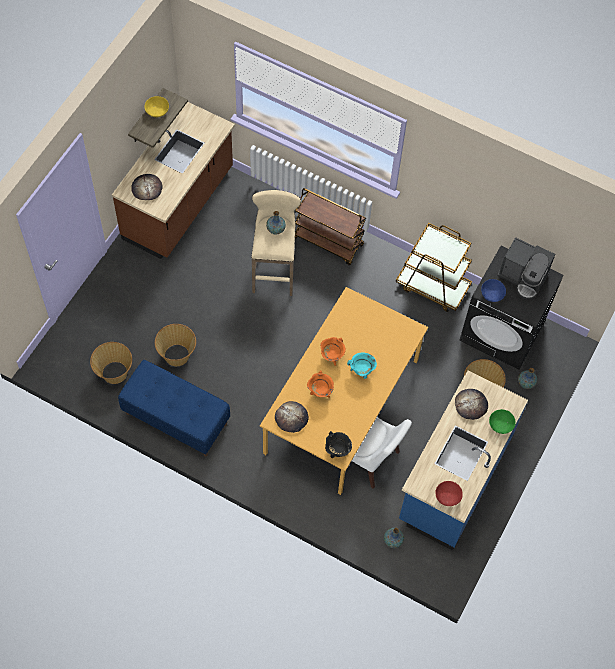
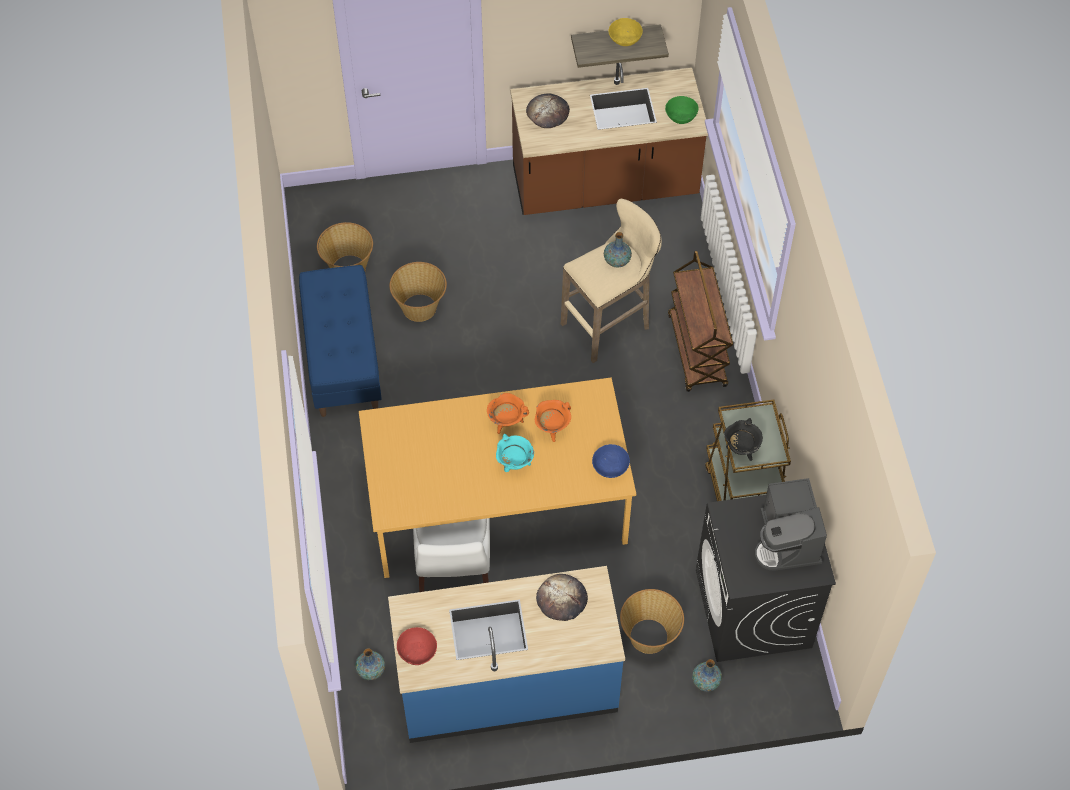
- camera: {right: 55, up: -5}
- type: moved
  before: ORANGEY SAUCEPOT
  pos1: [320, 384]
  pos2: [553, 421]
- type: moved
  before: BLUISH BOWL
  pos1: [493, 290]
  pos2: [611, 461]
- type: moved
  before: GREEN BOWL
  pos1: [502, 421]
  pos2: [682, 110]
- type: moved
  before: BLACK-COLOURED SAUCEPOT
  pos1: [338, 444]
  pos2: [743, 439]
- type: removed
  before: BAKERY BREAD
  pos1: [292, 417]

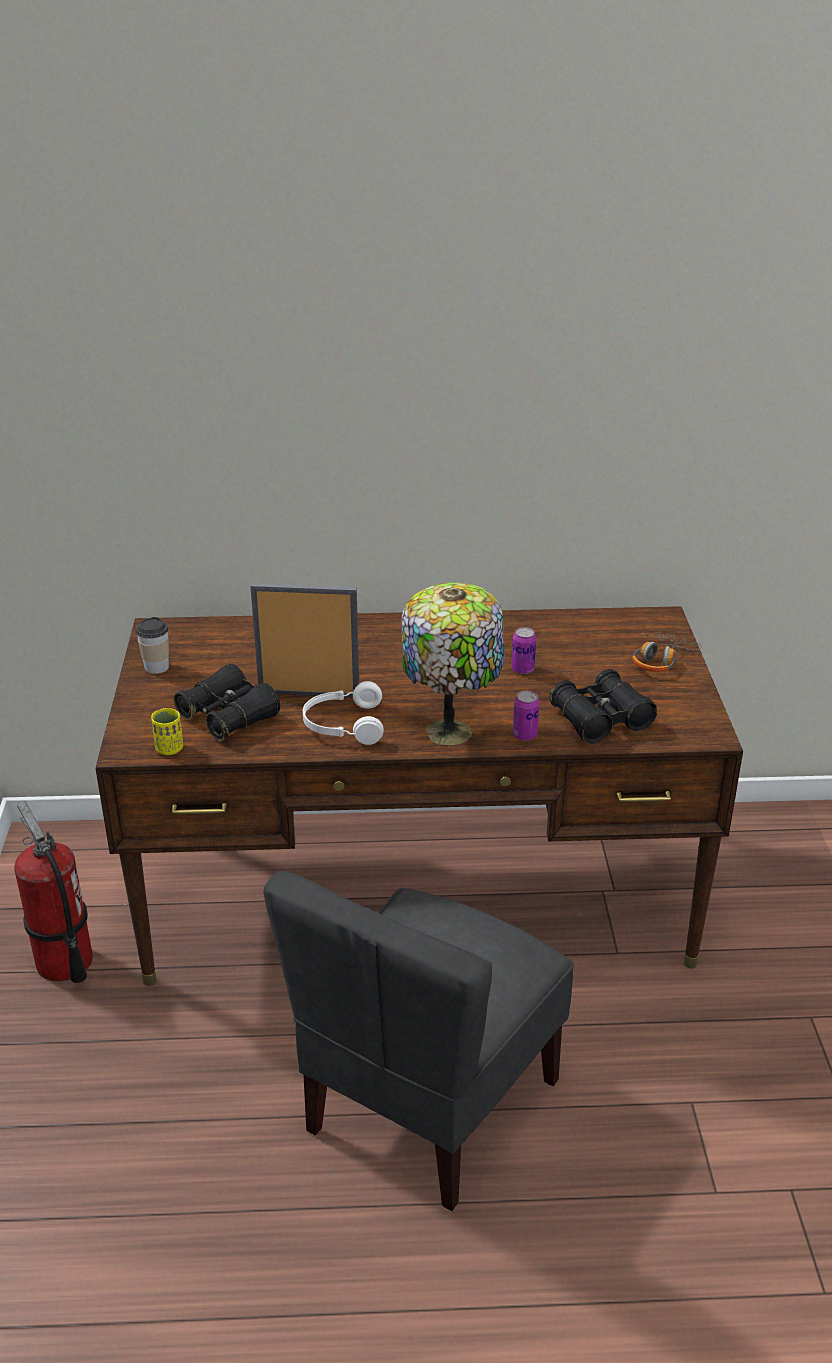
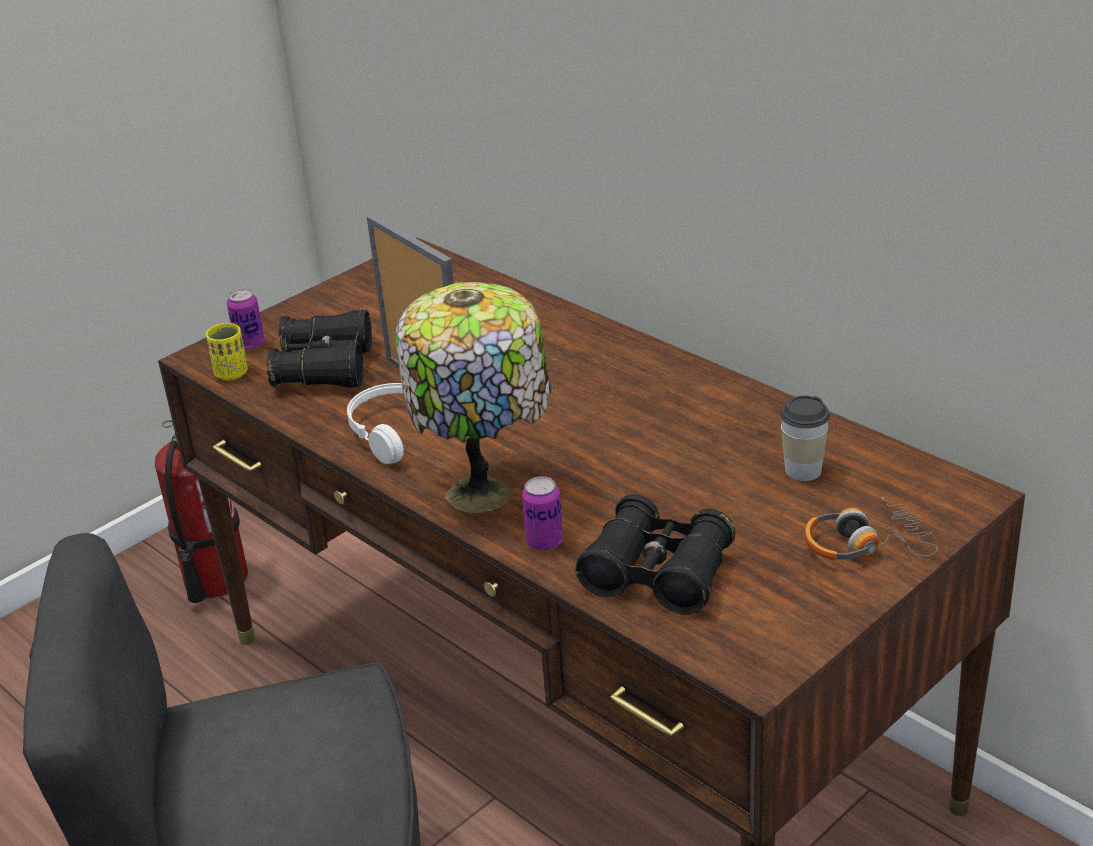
- camera: {right: 50, up: 0}
- type: moved
  before: METAL CAN
  pos1: [523, 650]
  pos2: [246, 319]
- type: moved
  before: DRINKING CUP
  pos1: [152, 645]
  pos2: [805, 438]

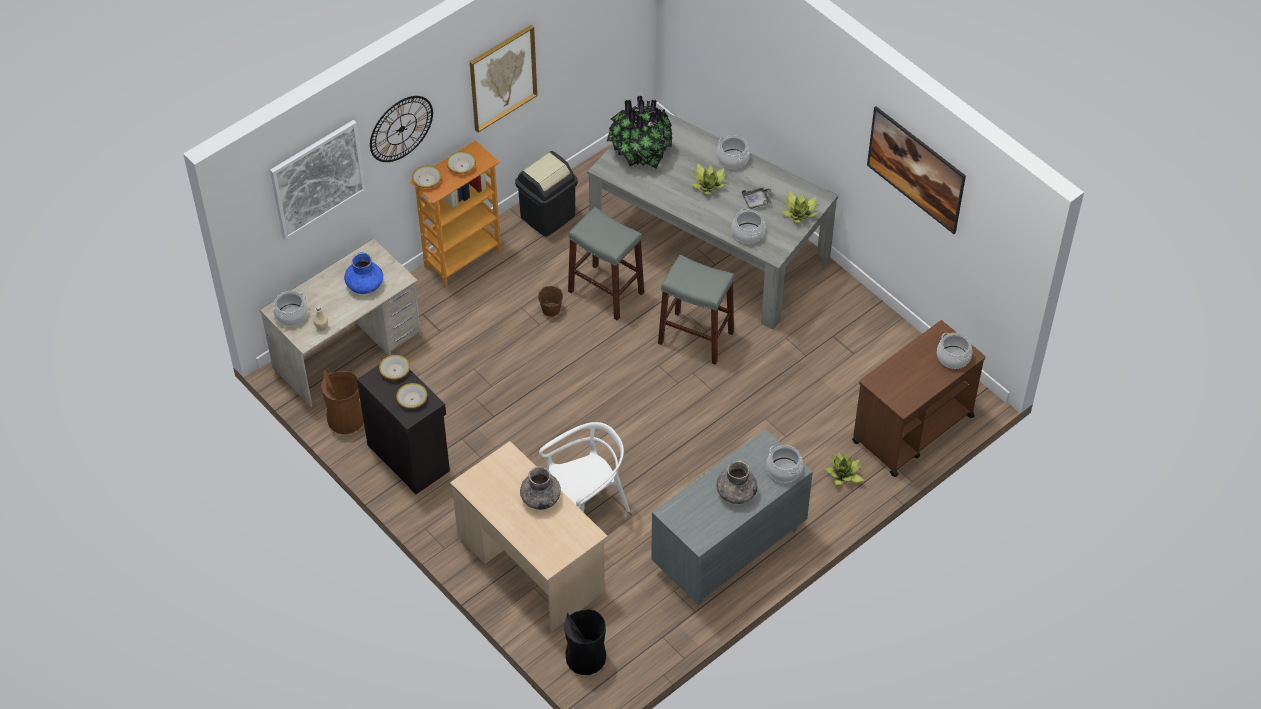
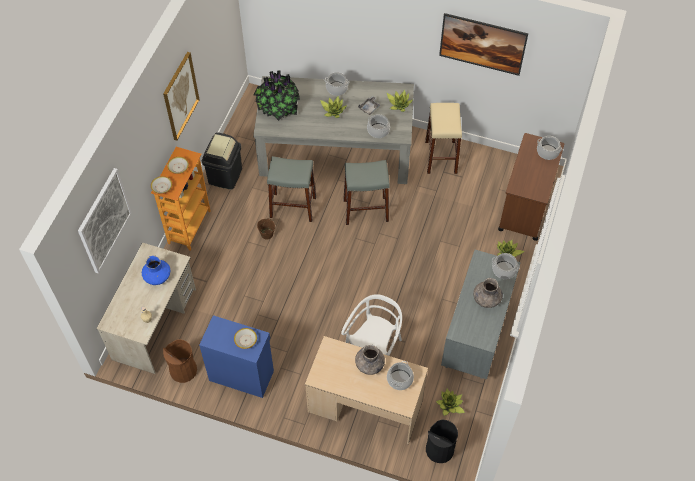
- camera: {right: -30, up: 5}
- type: recoloured
  before: BLACK-COLOURED STORAGE CABINET
  after: BLUISH STORAGE CABINET
  pos1: [403, 424]
  pos2: [236, 356]
- type: moved
  before: SAUCEPOT
  pos1: [290, 308]
  pos2: [400, 375]
- type: added
  after: SAND-COLOURED SITTING STOOL
  pos2: [443, 138]
- type: added
  after: PLANT IN A POT
  pos2: [450, 402]
- type: removed
  before: WALL CLOCK
  pos1: [401, 129]
- type: removed
  before: BOWL
  pos1: [394, 367]

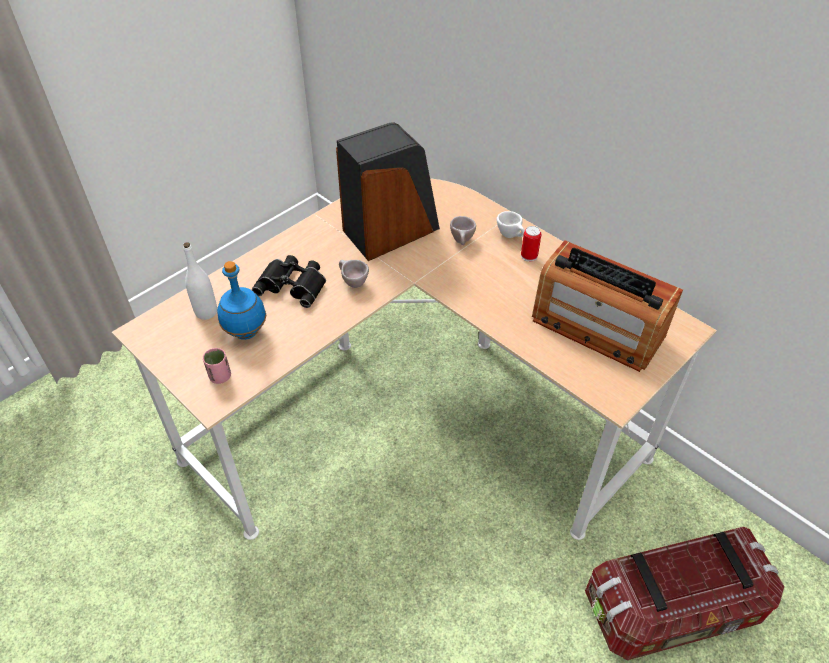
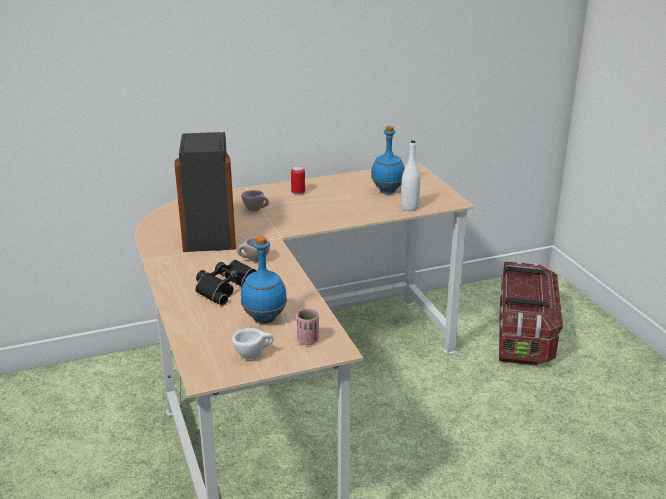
- camera: {right: -65, up: -20}
- type: moved
  before: WHITE DRINKING CUP
  pos1: [511, 224]
  pos2: [253, 343]
- type: replaced
  before: RADIO
  after: BLUISH BEVERAGE BOTTLE
  pos1: [607, 306]
  pos2: [388, 160]
- type: moved
  before: WHITE BEVERAGE BOTTLE
  pos1: [200, 281]
  pos2: [411, 175]

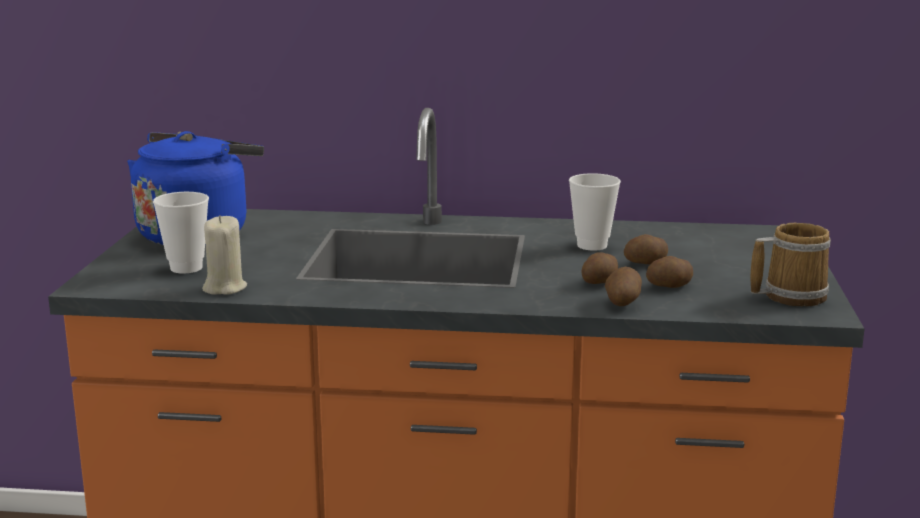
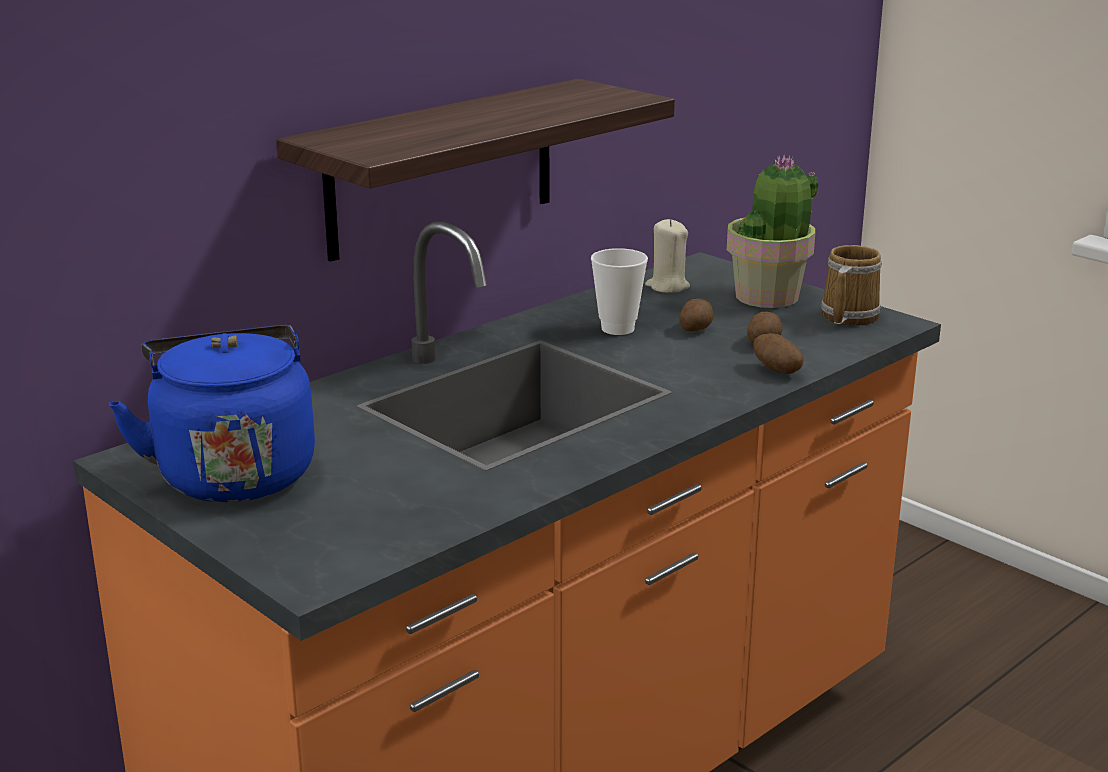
- camera: {right: -50, up: 5}
- type: added
  after: BRACKET SHELF
  pos2: [475, 170]
- type: moved
  before: SAND-COLOURED WAX CANDLE
  pos1: [224, 255]
  pos2: [667, 256]
- type: added
  after: PLANT IN A POT
  pos2: [772, 231]
- type: removed
  before: DRINKING CUP
  pos1: [181, 233]
- type: removed
  before: SPUD
  pos1: [600, 268]

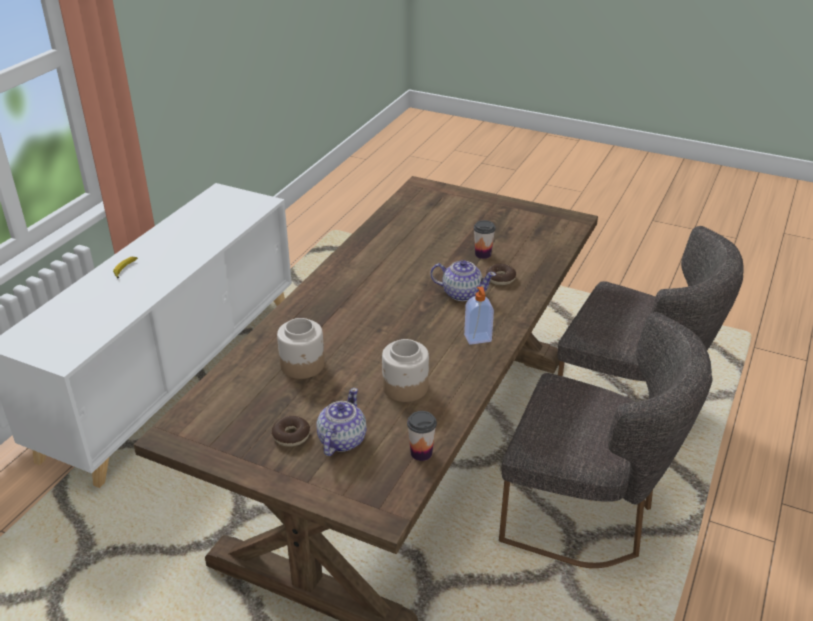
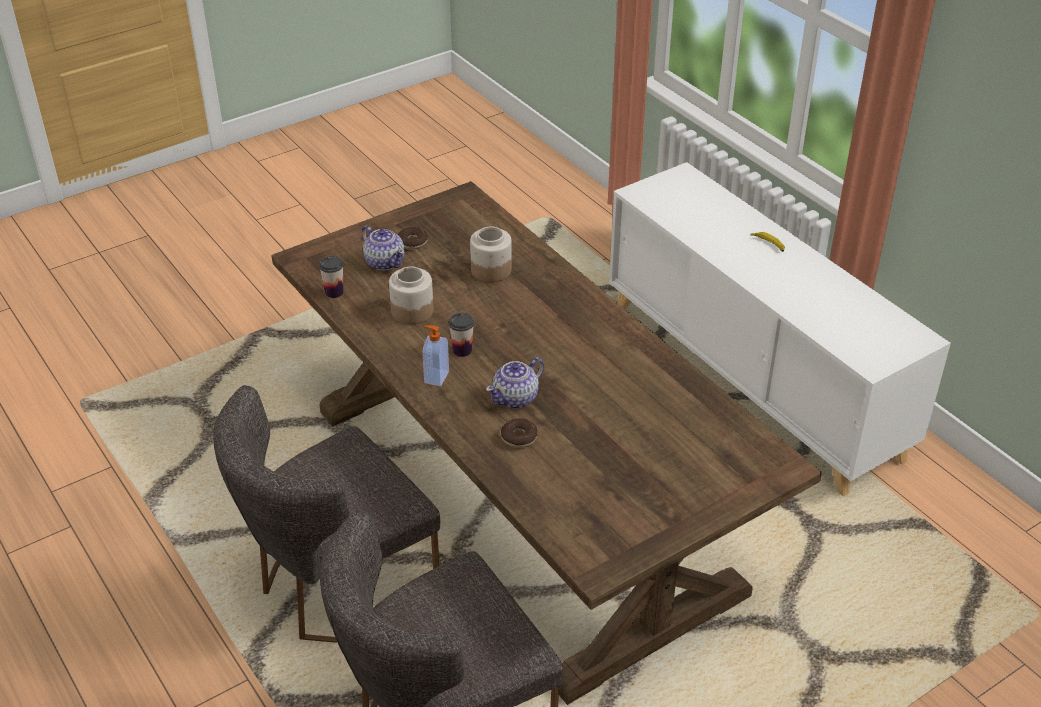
- camera: {right: 120, up: 5}
- type: moved
  before: DRINKING CUP
  pos1: [485, 239]
  pos2: [461, 335]

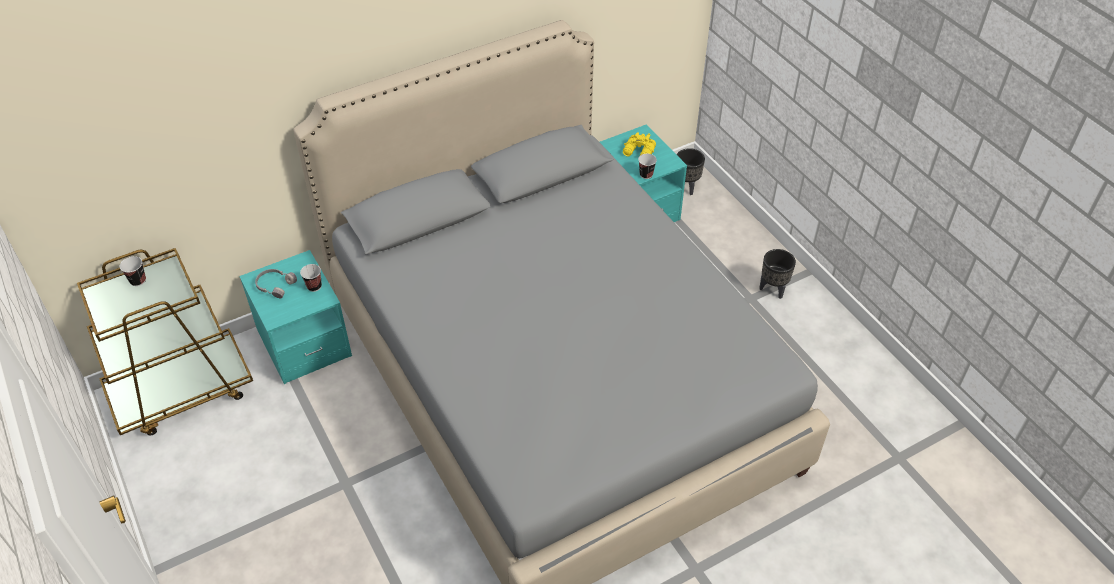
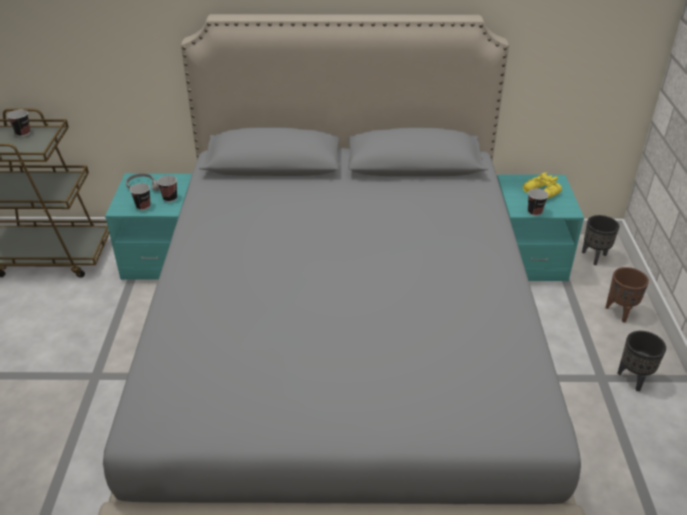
- camera: {right: 30, up: -10}
- type: added
  after: DRINKING CUP
  pos2: [140, 196]
- type: added
  after: BROWNISH PLANT POT
  pos2: [627, 294]

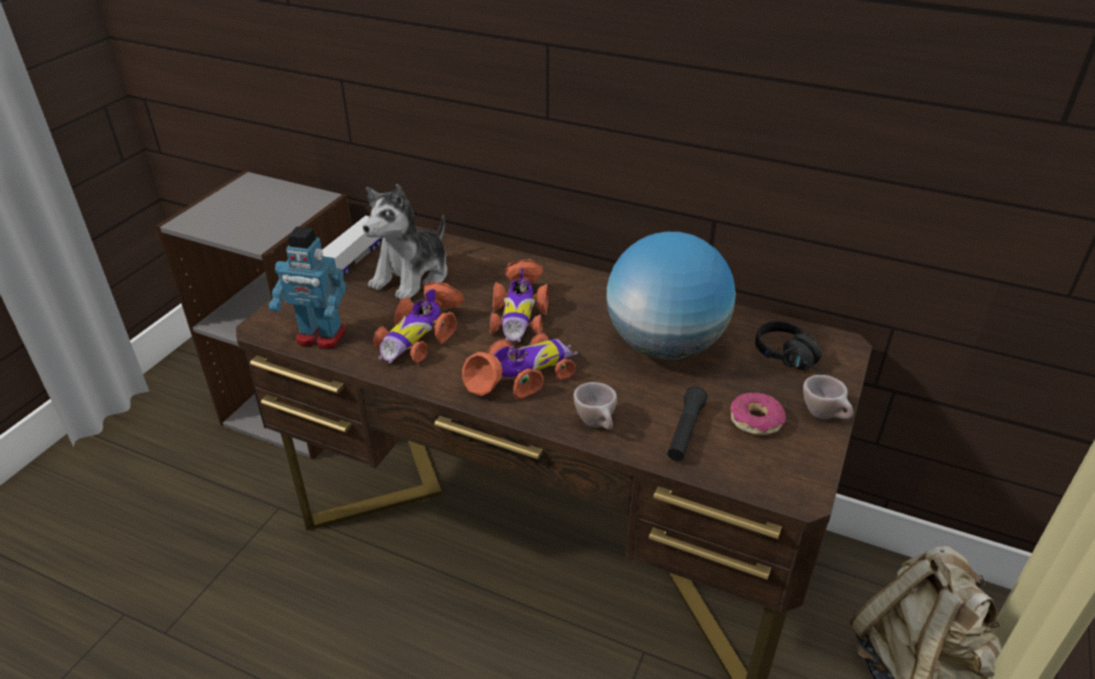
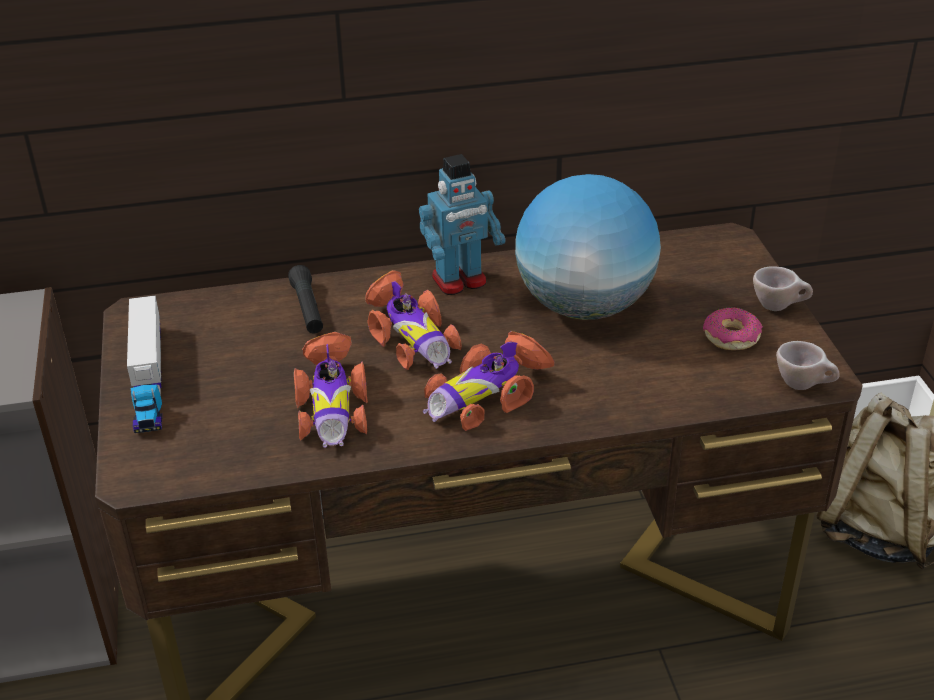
- camera: {right: -35, up: 0}
- type: moved
  before: BLACK-COLOURED HAND TORCH
  pos1: [687, 423]
  pos2: [305, 299]
- type: moved
  before: ROBOT FIGURE
  pos1: [307, 287]
  pos2: [462, 224]
- type: turned
  before: MODEL CAR
  pos1: [520, 366]
  pos2: [489, 381]
  turn: -150
- type: moved
  before: SAND-COLOURED DRINKING CUP
  pos1: [595, 405]
  pos2: [808, 365]
- type: removed
  before: SOFT TOY
  pos1: [404, 242]
- type: removed
  before: BLACK-COLOURED HEADSET
  pos1: [790, 347]

